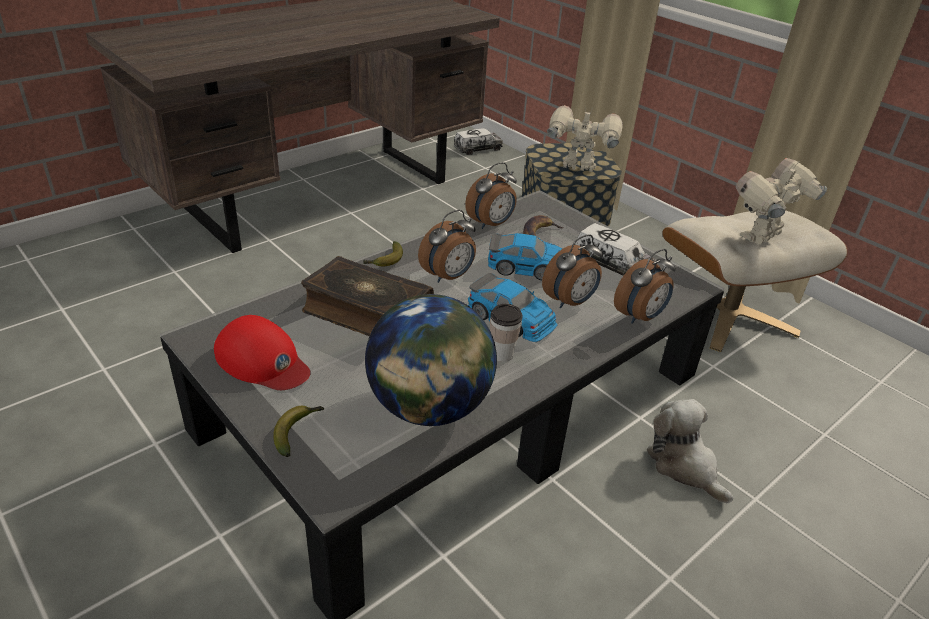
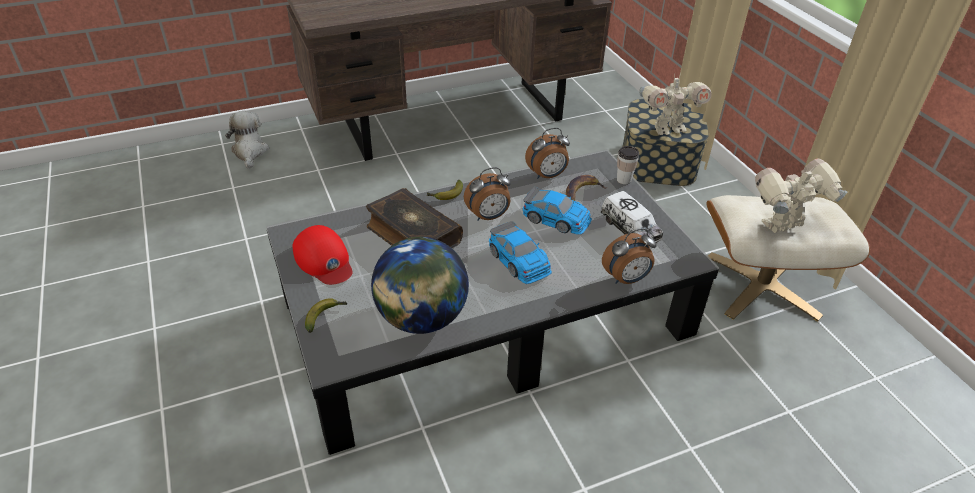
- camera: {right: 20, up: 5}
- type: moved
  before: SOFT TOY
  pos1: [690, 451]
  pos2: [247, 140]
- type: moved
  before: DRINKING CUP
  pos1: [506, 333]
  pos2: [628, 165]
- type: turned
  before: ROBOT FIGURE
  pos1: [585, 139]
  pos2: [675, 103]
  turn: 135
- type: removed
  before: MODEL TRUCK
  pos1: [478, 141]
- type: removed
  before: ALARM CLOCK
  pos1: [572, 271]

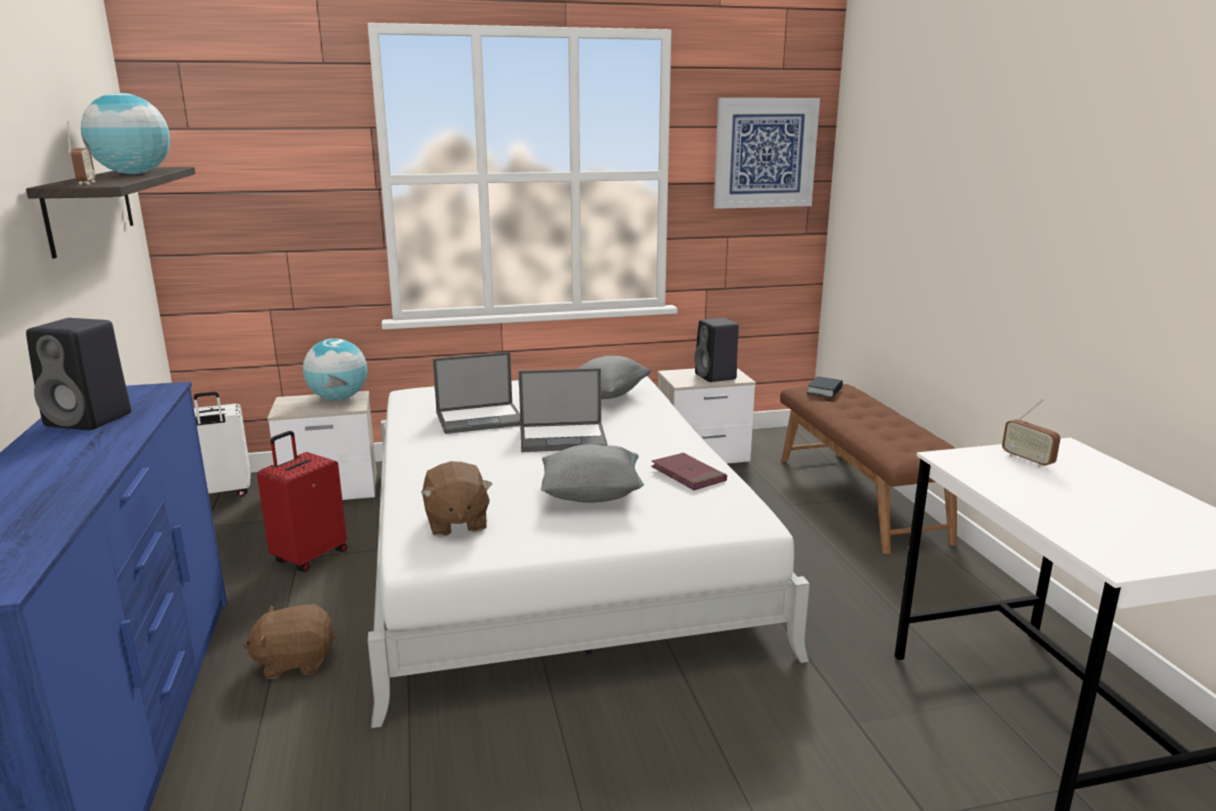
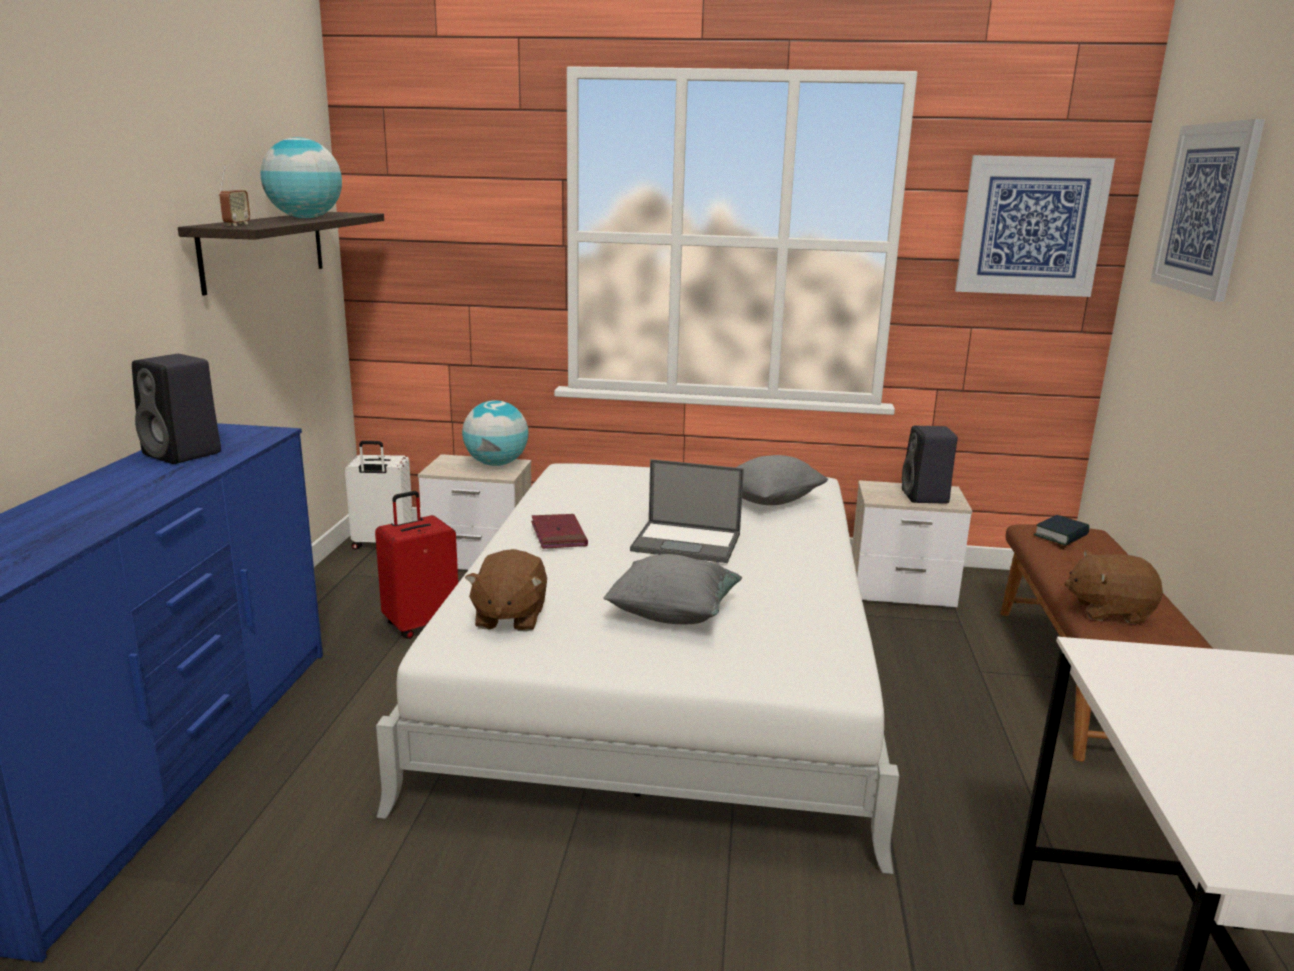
- camera: {right: 20, up: 0}
- type: moved
  before: RED BOUND BOOK
  pos1: [689, 471]
  pos2: [559, 531]
- type: moved
  before: BROWNISH SOFT TOY
  pos1: [289, 641]
  pos2: [1113, 587]
- type: added
  after: WALL ART
  pos2: [1207, 210]
- type: removed
  before: NOTEBOOK COMPUTER
  pos1: [476, 393]
- type: removed
  before: RADIO
  pos1: [1031, 433]

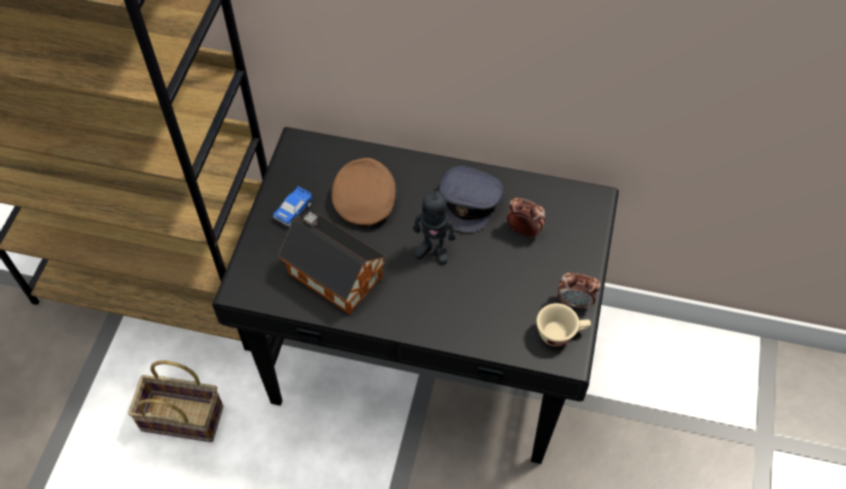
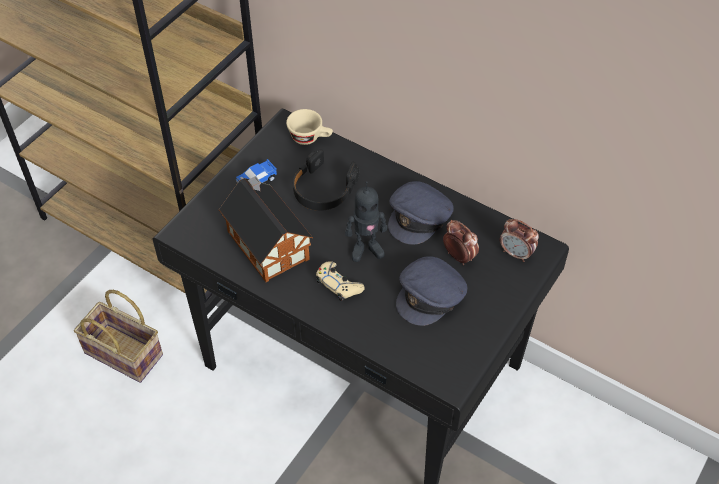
- camera: {right: 20, up: -5}
- type: moved
  before: SAND-COLOURED DRINKING CUP
  pos1: [563, 324]
  pos2: [309, 127]
- type: replaced
  before: BROWNISH CAP
  after: BLACK-COLOURED HEADSET
  pos1: [363, 192]
  pos2: [326, 180]
- type: added
  after: SAND-COLOURED JOYPAD
  pos2: [340, 281]
- type: turned
  before: ROBOT FIGURE
  pos1: [434, 226]
  pos2: [366, 221]
  turn: -45
- type: added
  after: GRAY CAP
  pos2: [432, 291]
- type: moved
  before: ALARM CLOCK
  pos1: [579, 290]
  pos2: [519, 240]

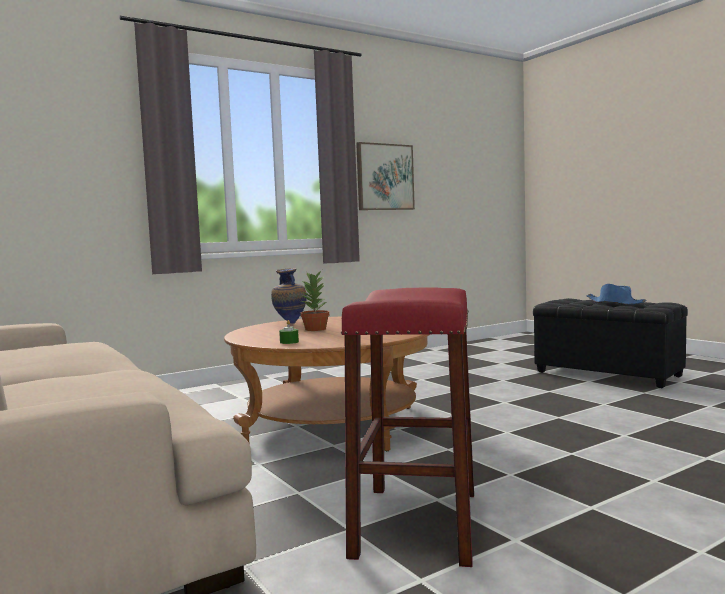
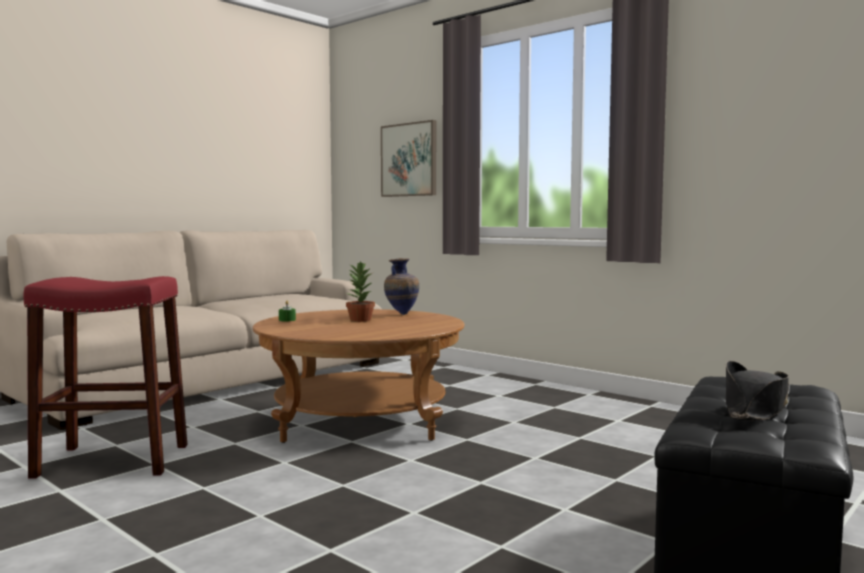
- camera: {right: 75, up: 0}
- type: moved
  before: WALL ART
  pos1: [385, 176]
  pos2: [408, 158]
- type: recoloured
  before: BLUISH WEARABLE HAT
  after: BLACK-COLOURED WEARABLE HAT
  pos1: [616, 294]
  pos2: [757, 391]

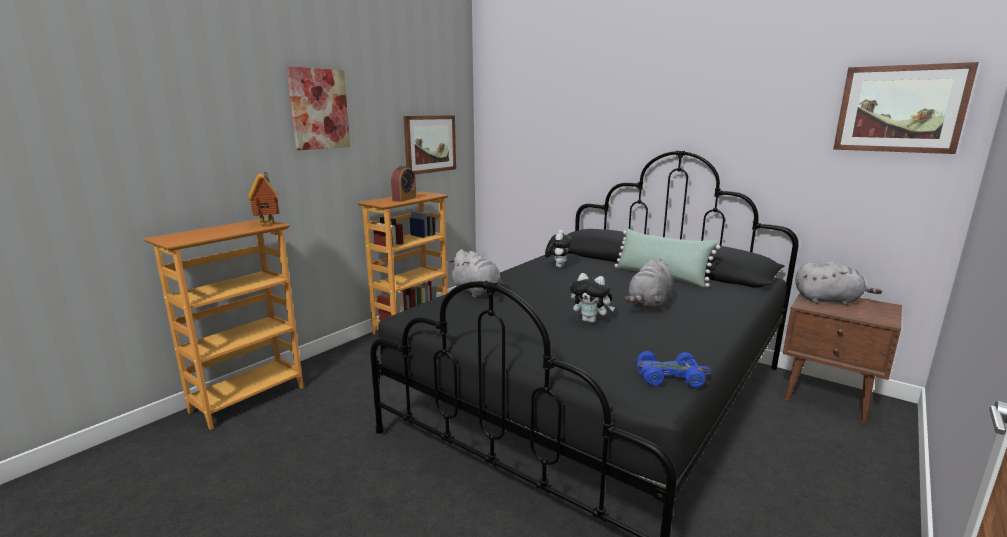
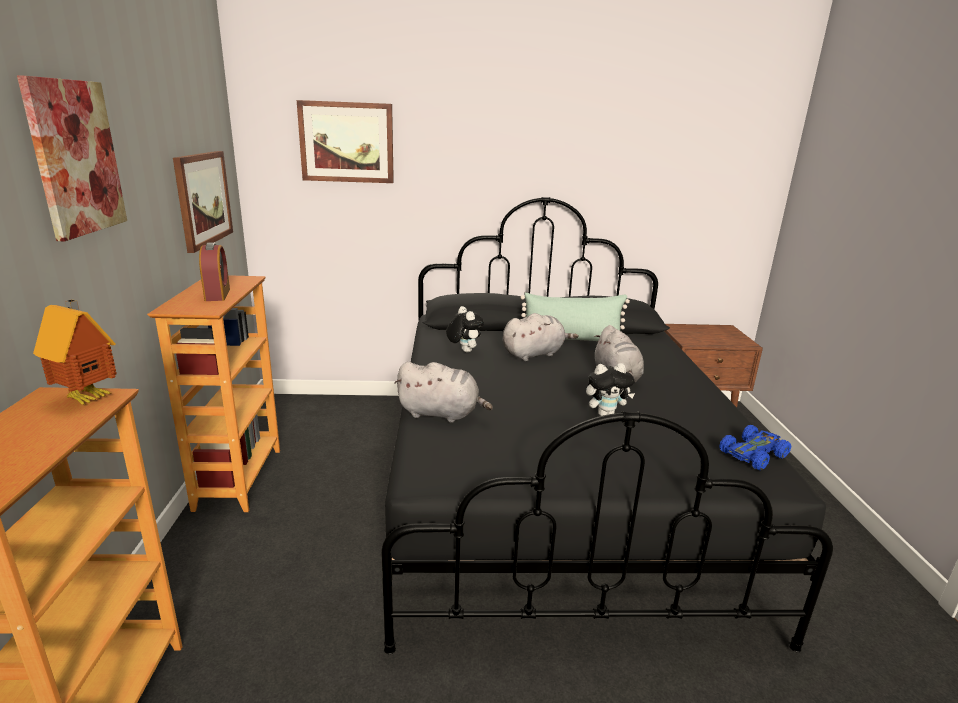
- camera: {right: -40, up: 5}
- type: moved
  before: WALL ART
  pos1: [906, 108]
  pos2: [345, 141]
- type: moved
  before: GRAY SOFT TOY
  pos1: [839, 283]
  pos2: [540, 337]

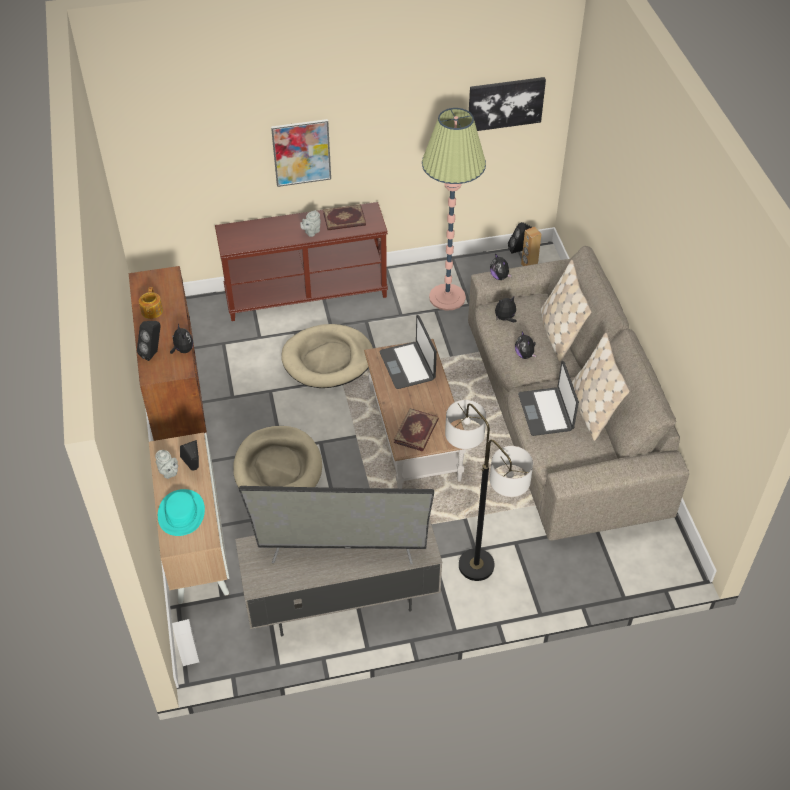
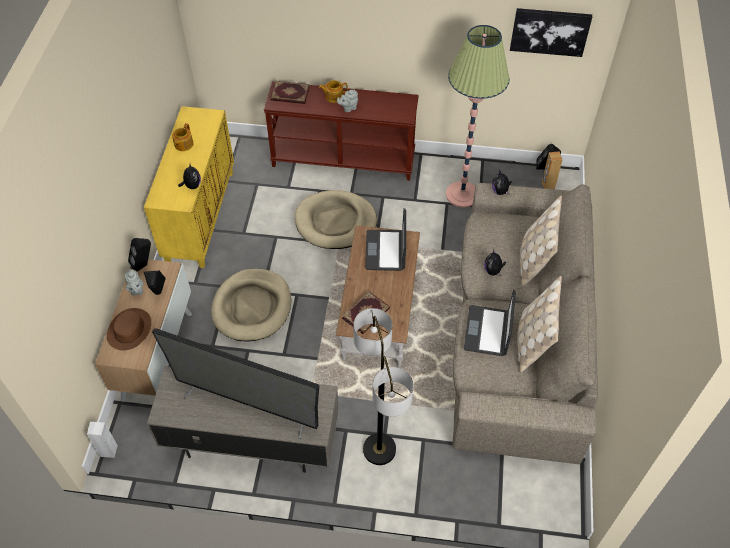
- camera: {right: 20, up: 5}
- type: recoloured
  before: BLUE-GREEN WEARABLE HAT
  after: BROWNISH WEARABLE HAT
  pos1: [181, 512]
  pos2: [129, 329]
- type: moved
  before: BLACK-COLOURED SPEAKER
  pos1: [149, 341]
  pos2: [139, 255]
- type: recoloured
  before: BROWNISH STORAGE CABINET
  after: YELLOWISH STORAGE CABINET
  pos1: [168, 353]
  pos2: [189, 187]
- type: moved
  before: BOUND BOOK
  pos1: [344, 217]
  pos2: [290, 92]
- type: added
  after: POT FOR TEA
  pos2: [333, 91]
- type: removed
  before: WALL ART
  pos1: [301, 153]
- type: removed
  before: SOFT TOY
  pos1: [506, 309]

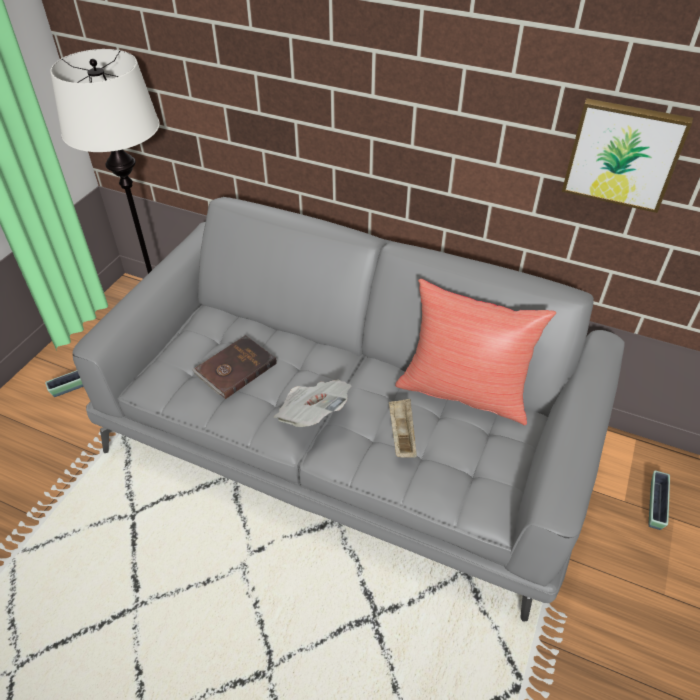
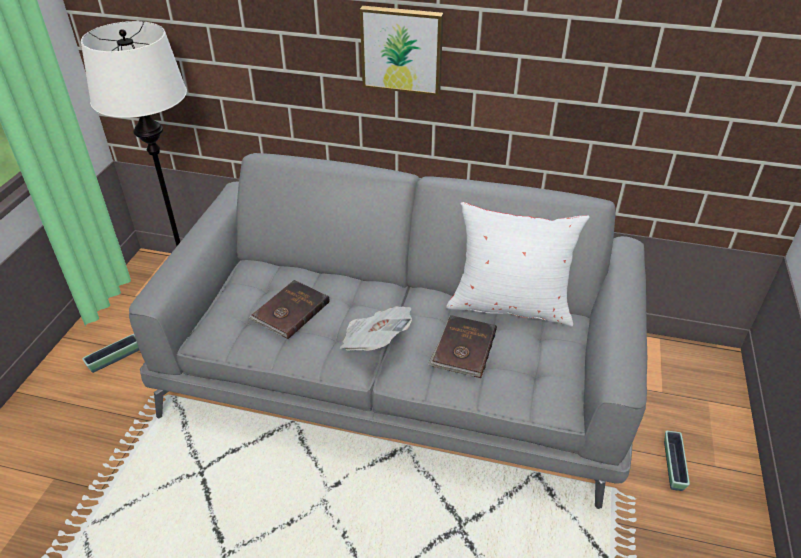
- camera: {right: -10, up: -5}
- type: moved
  before: WALL ART
  pos1: [627, 155]
  pos2: [401, 51]
- type: replaced
  before: SAND-COLOURED CARRYING TRAY
  after: BROWNISH BOUND BOOK
  pos1: [403, 428]
  pos2: [462, 346]
- type: recoloured
  before: RED THROW PILLOW
  after: WHITE THROW PILLOW
  pos1: [475, 352]
  pos2: [518, 264]
- type: moved
  before: PLANT POT
  pos1: [659, 500]
  pos2: [677, 461]

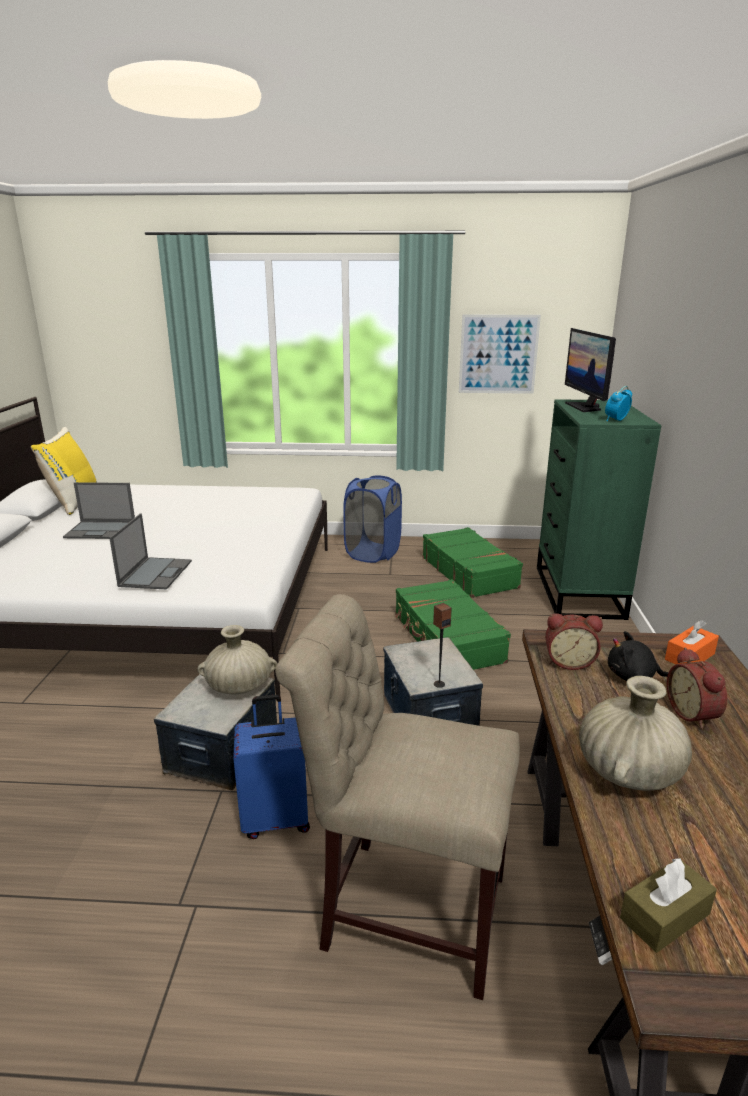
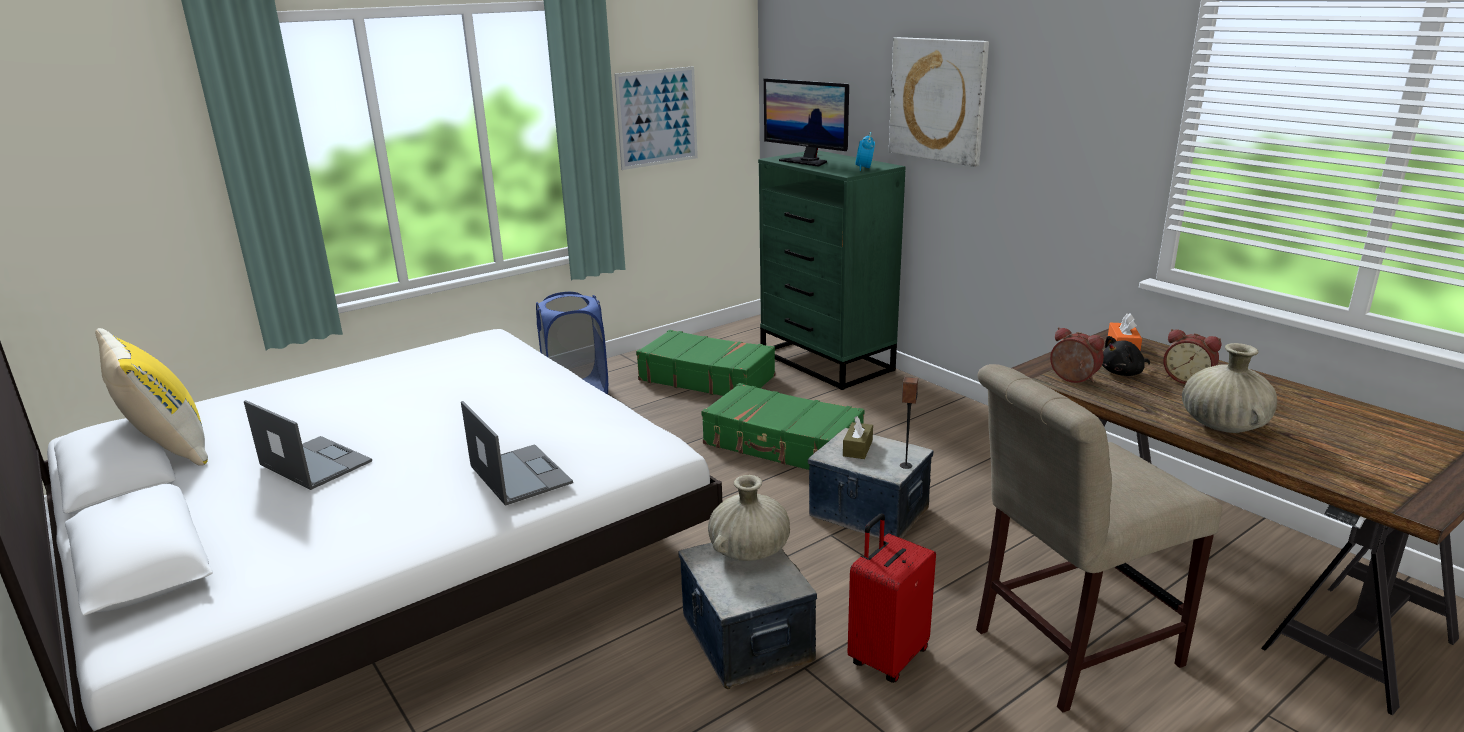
- camera: {right: -40, up: 0}
- type: turned
  before: NOTEBOOK COMPUTER
  pos1: [99, 510]
  pos2: [308, 445]
  turn: -105
- type: moved
  before: BROWNISH TISSUE BOX
  pos1: [668, 905]
  pos2: [858, 437]
- type: recoloured
  before: BLUISH PIECE OF LUGGAGE
  after: RED PIECE OF LUGGAGE
  pos1: [271, 767]
  pos2: [891, 598]
- type: added
  after: WALL ART
  pos2: [939, 102]
- type: turned
  before: ALARM CLOCK
  pos1: [574, 641]
  pos2: [1077, 355]
  turn: -105

